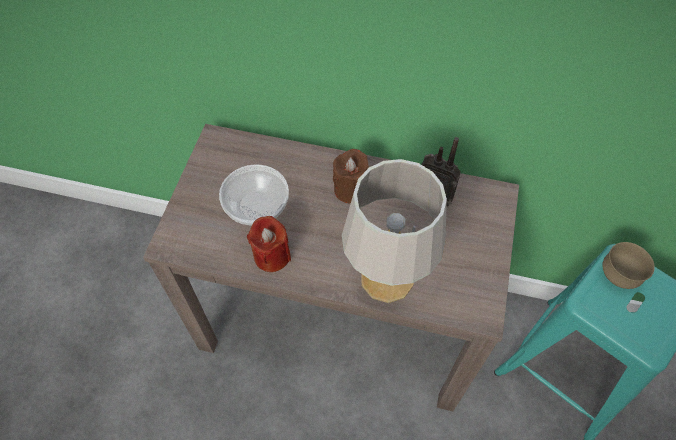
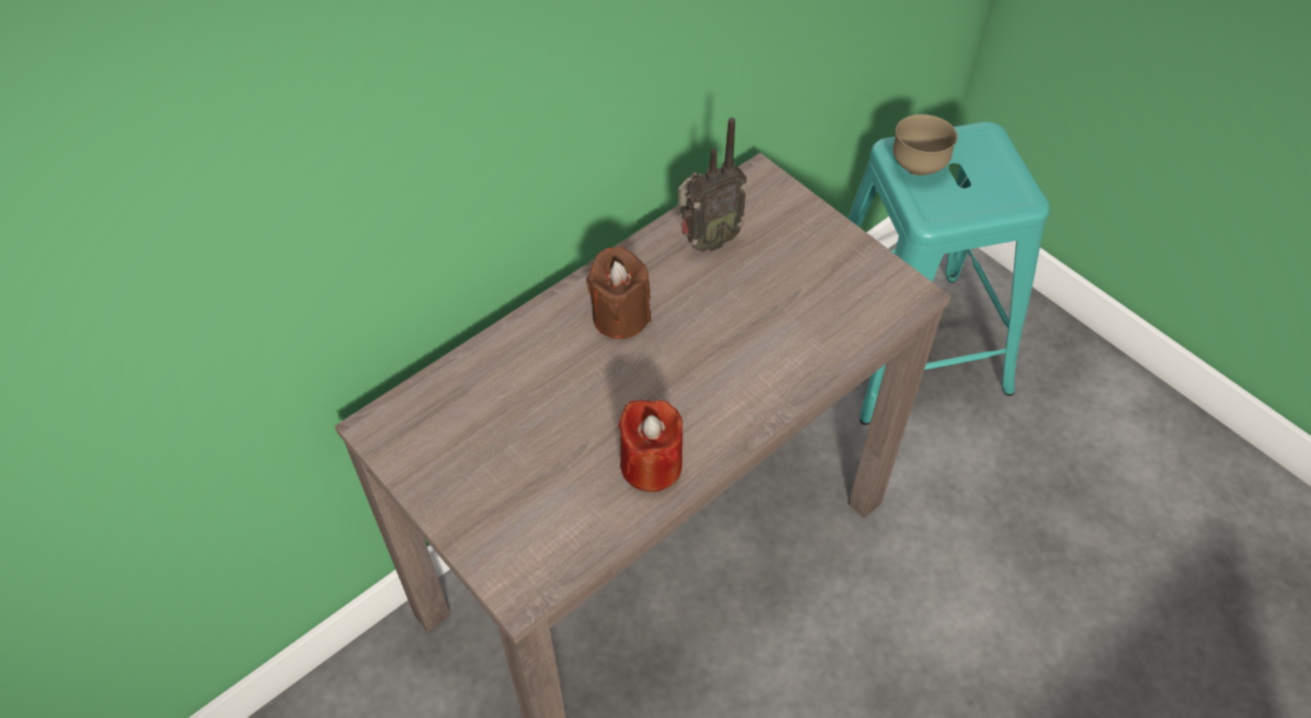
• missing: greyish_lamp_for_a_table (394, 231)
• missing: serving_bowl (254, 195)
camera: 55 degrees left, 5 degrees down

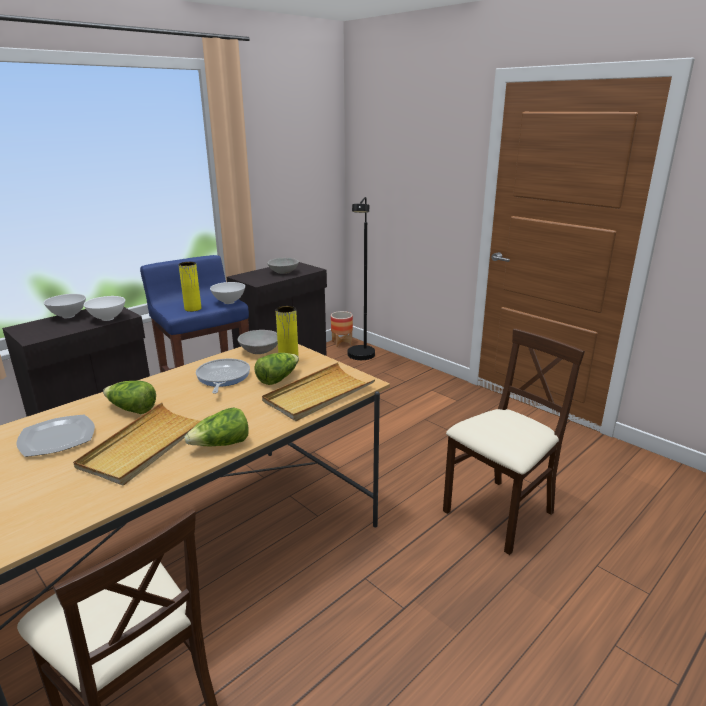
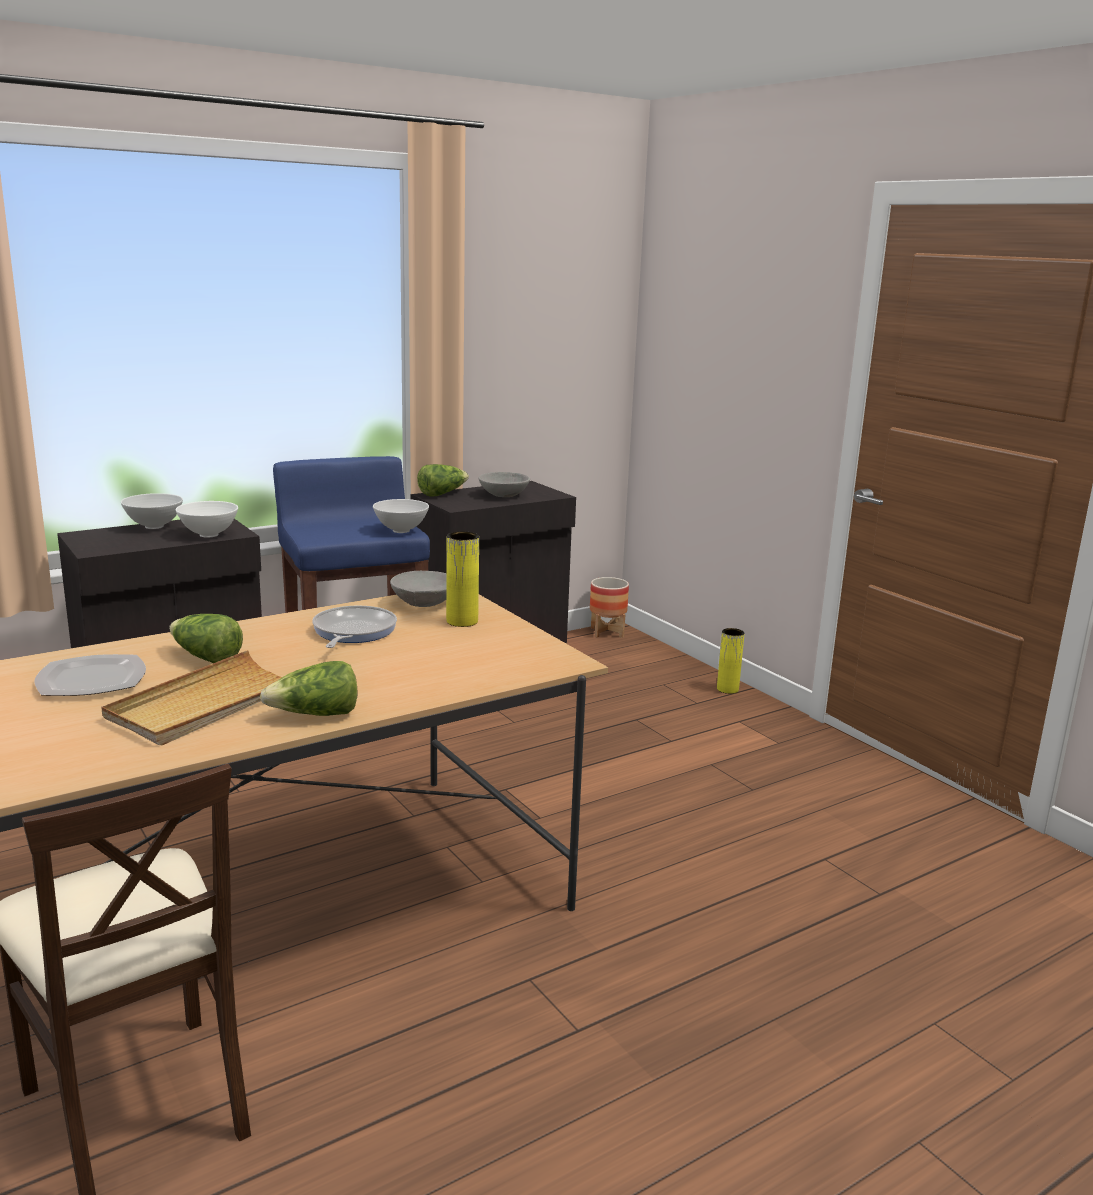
• missing: blackish_standard_lamp (361, 278)
• relocated: yellowish_decorative_vase (190, 287) to (731, 661)
• missing: beige-coloured_chair (514, 441)
• relocated: head_of_lettuce (276, 369) to (443, 480)
• missing: beige-coloured_serving_tray (319, 391)
camera: 10 degrees right, 5 degrees down

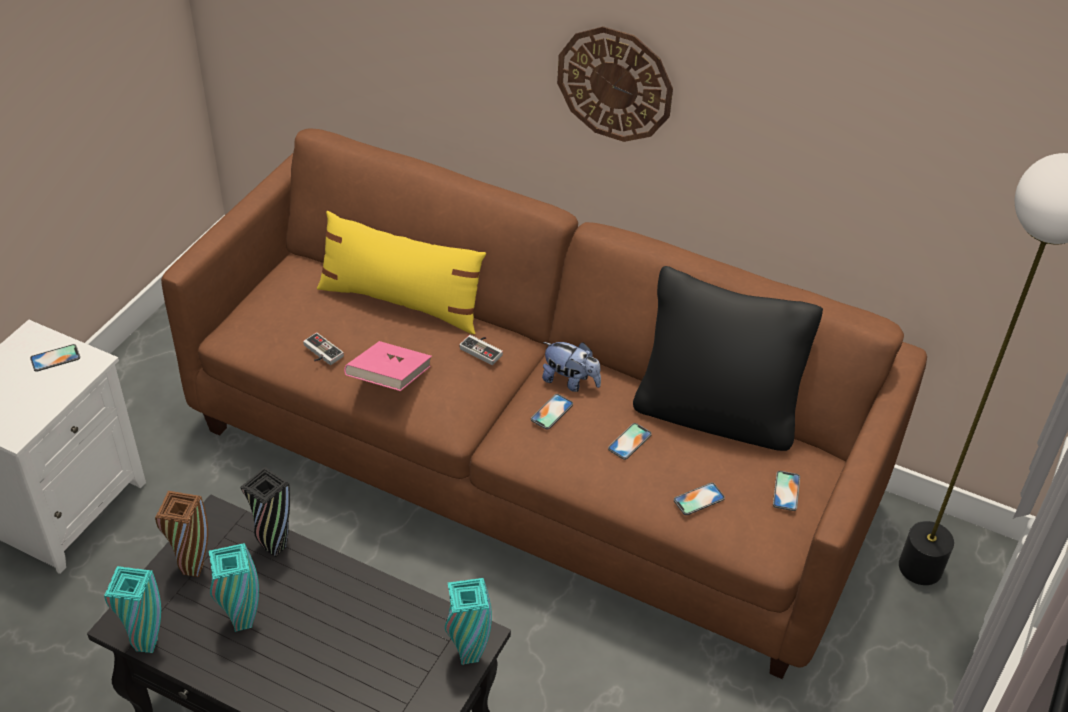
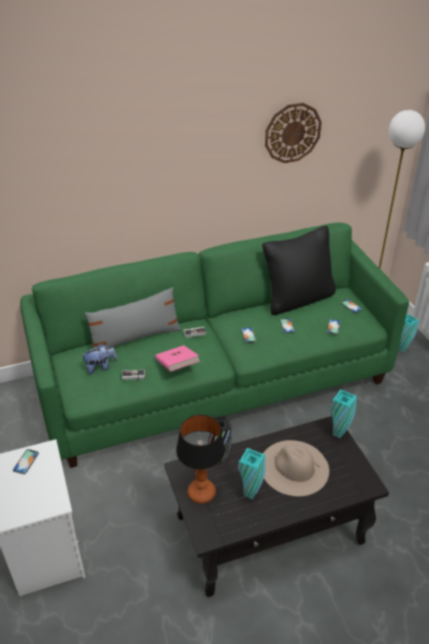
• relocated: clock_on_the_wall (615, 84) to (293, 133)
• colour: brown_sofa (544, 403) to green-coloured_sofa (214, 345)
• colour: yellowish_throw_pillow (401, 272) to greyish_throw_pillow (133, 317)
• relocated: cuddly_toy (571, 367) to (99, 359)
• exchanged: brown_decorative_vase (181, 534) to lamp_for_a_table (200, 459)
• relocated: turquoise-coloured_decorative_vase (132, 609) to (408, 333)
• appeared: beige-coloured_clothing_hat (296, 468)
camera: 45 degrees left, 5 degrees down

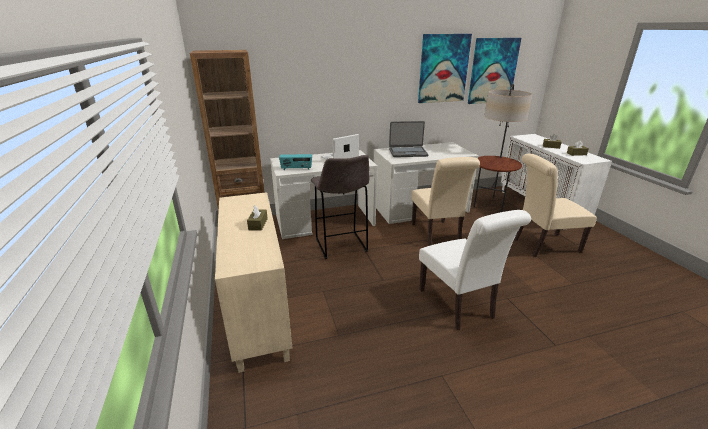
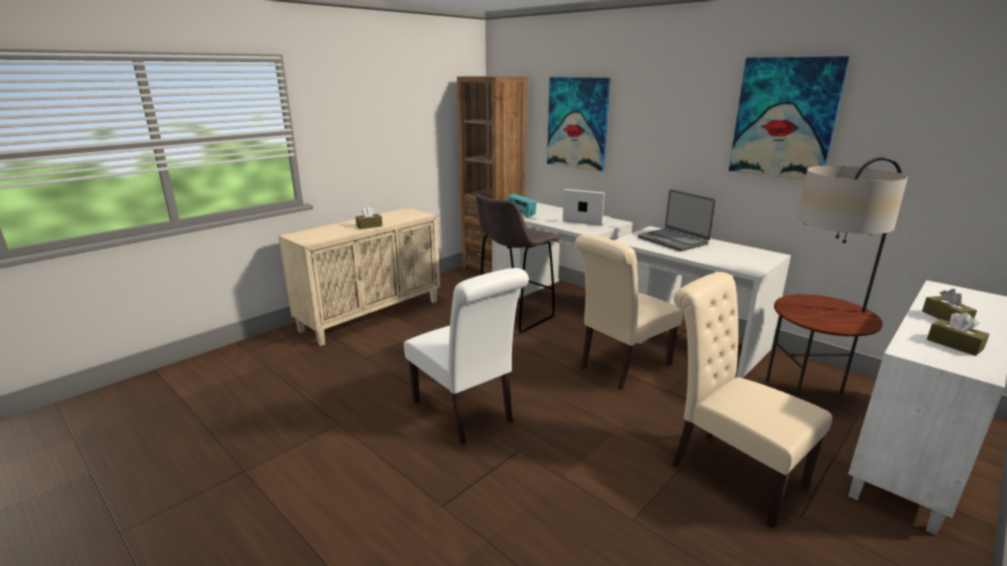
• relocated: wall_art (494, 71) to (578, 124)
• spun: white_chair (475, 270) = (466, 356) 75 degrees counterclockwise
camera: 60 degrees right, 5 degrees down

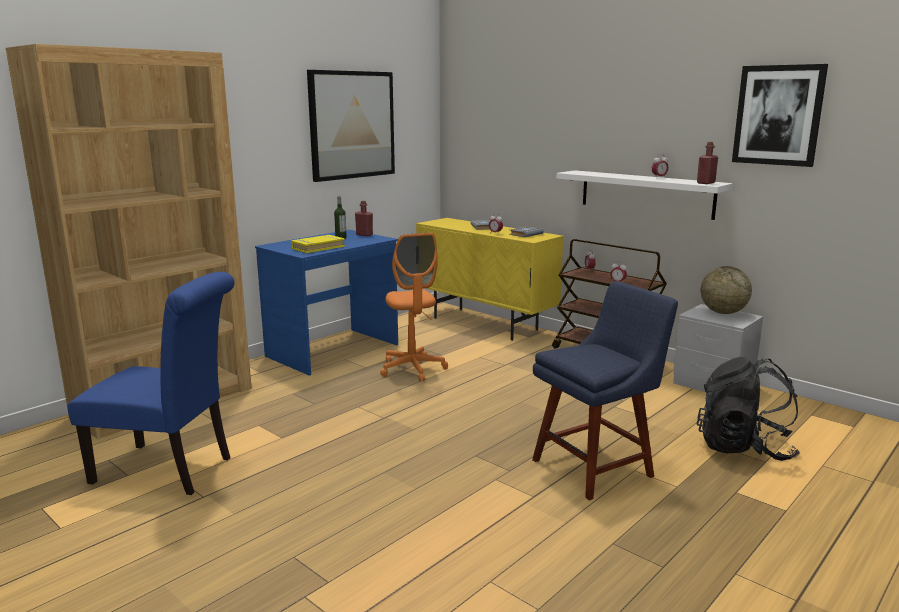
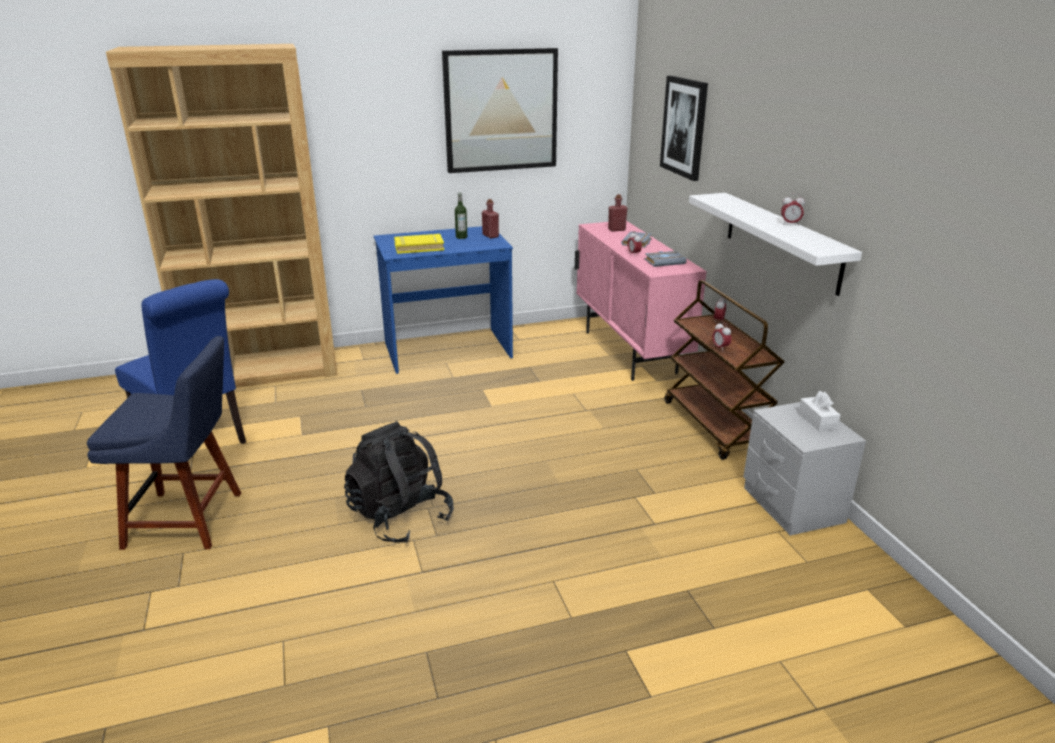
• relocated: wall_art (780, 115) to (684, 128)
• relocated: reddish_bottle (707, 163) to (617, 213)
• colour: yellowish_storage_cabinet (490, 279) to pinkish_storage_cabinet (641, 301)
• missing: orange_desk_chair (414, 307)
• exchanged: globe (726, 290) to white_box_of_tissues (819, 411)
• relocated: blue_chair (605, 390) to (164, 443)
• relocated: blackish_backpack (748, 409) to (399, 482)
camera: 30 degrees right, 10 degrees up

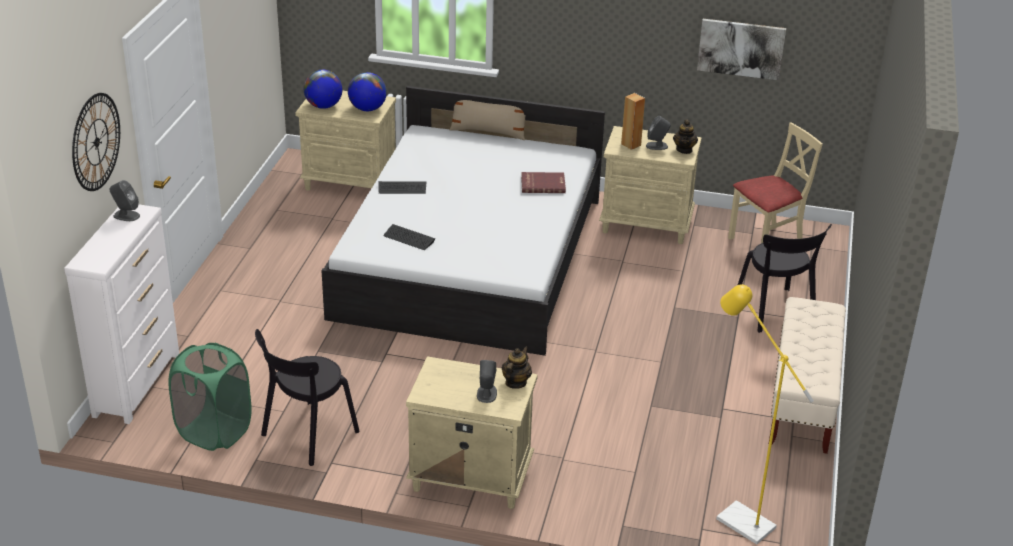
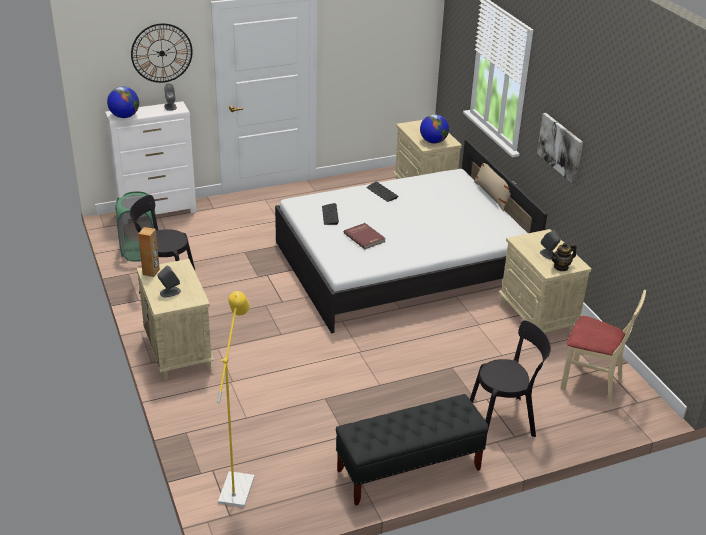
• relocated: wall_art (741, 49) to (560, 148)
• relocated: globe (323, 89) to (123, 102)
• relocated: brown_loudspeaker (633, 121) to (149, 252)
• relocated: reddish_book (543, 182) to (364, 236)
• spun: blackish_chair (785, 278) = (510, 378) 135 degrees counterclockwise
• colour: beige-coloured_bench (807, 375) to blackish_bench (412, 450)
• missing: tea_pot (517, 367)
camera: 55 degrees right, 0 degrees up

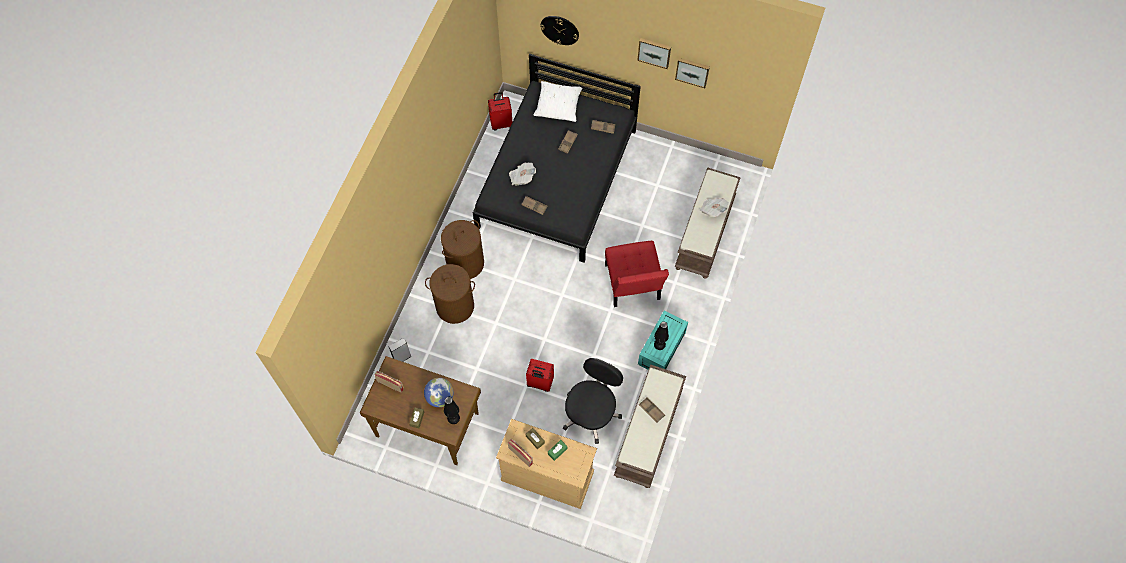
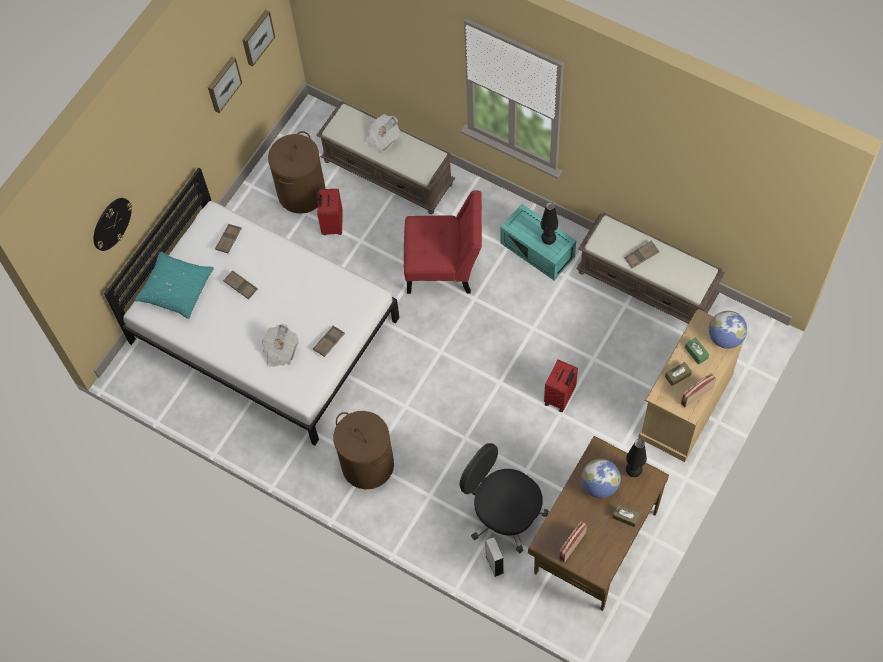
• relocated: wall_art (654, 53) to (258, 38)
• colour: blackish_bedroom_bed (557, 158) to white_bedroom_bed (251, 306)
• colour: white_throw_pillow (557, 101) to turquoise-coloured_throw_pillow (174, 285)
• relocated: reddish_piece_of_luggage (500, 111) to (330, 212)
• relocated: brown_laundry_basket (450, 294) to (297, 172)
• relocated: blackish_desk_chair (593, 401) to (504, 498)
• appeared: globe (728, 330)
camera: 75 degrees left, 0 degrees up

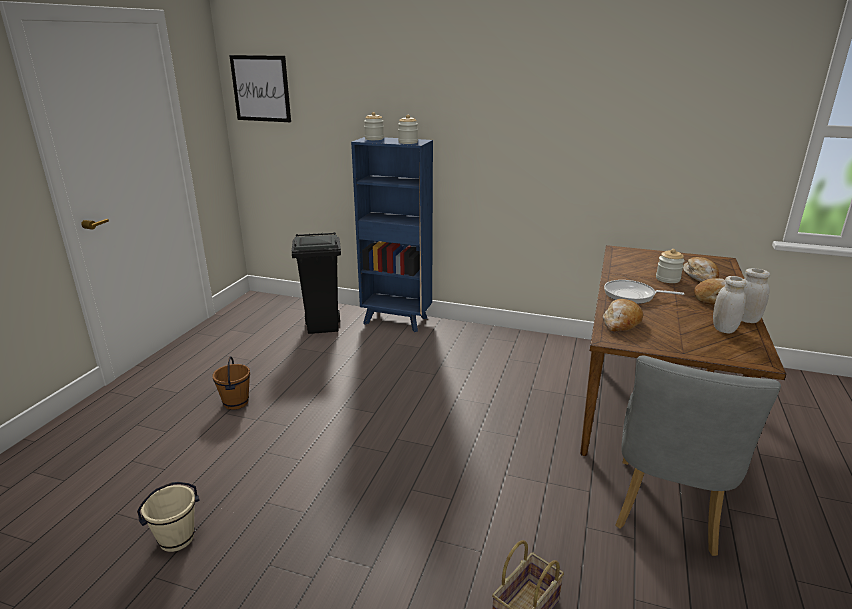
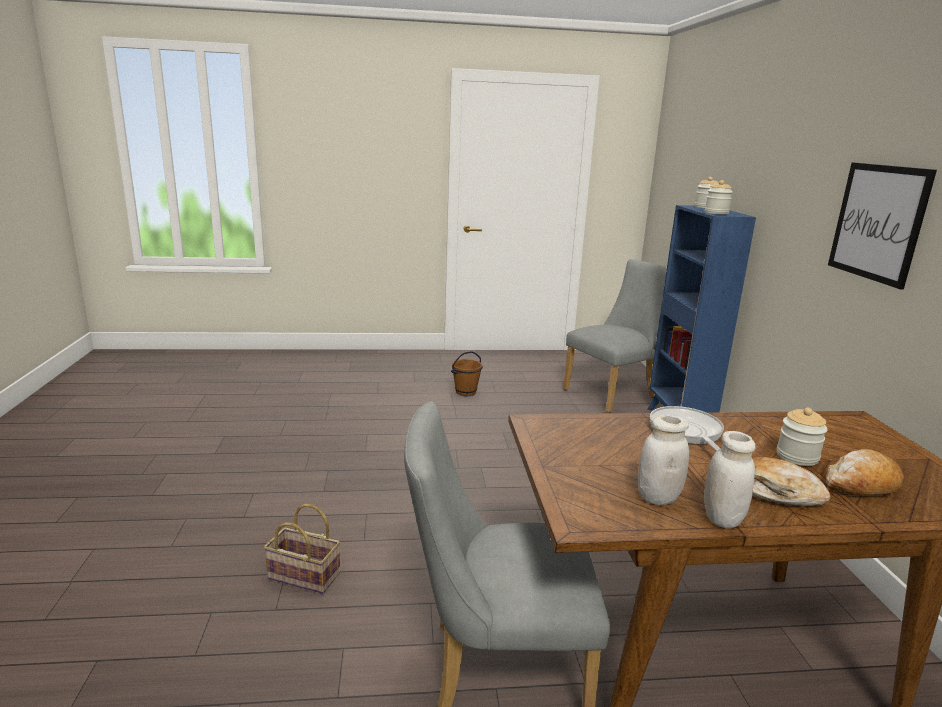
• relocated: wall_art (260, 88) to (882, 226)
• exchanged: blackish_rubbish_bin (316, 283) to greyish_chair (615, 336)
• missing: baked_bread (623, 315)
• missing: beige-coloured_bucket (168, 517)
camera: 65 degrees right, 5 degrees down

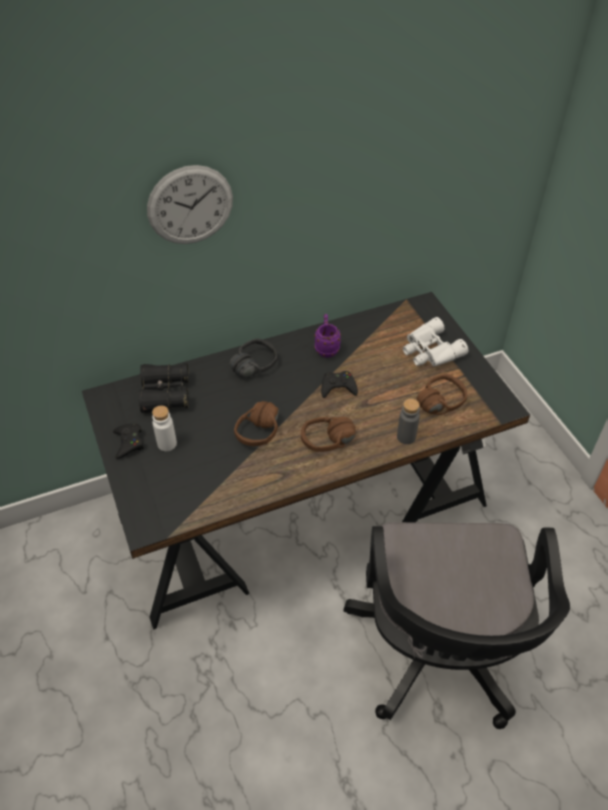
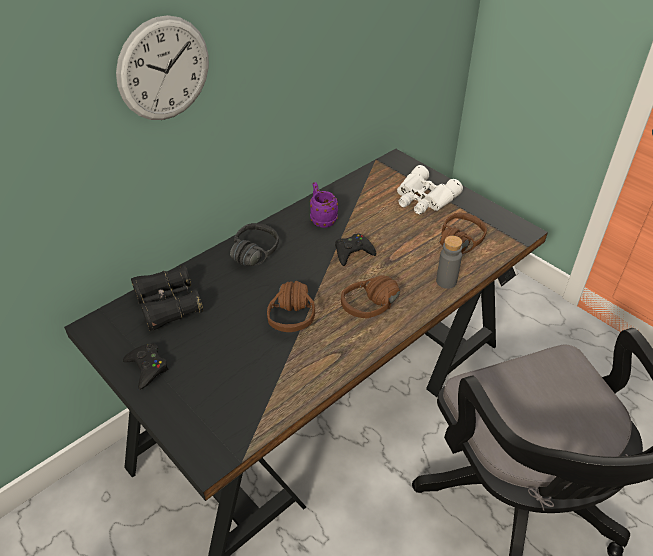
• missing: white_bottle (164, 428)
camera: 20 degrees left, 5 degrees down

